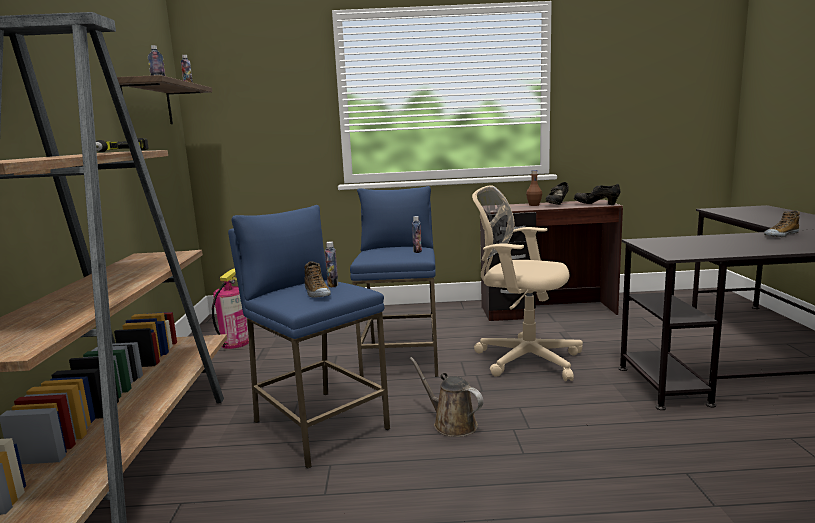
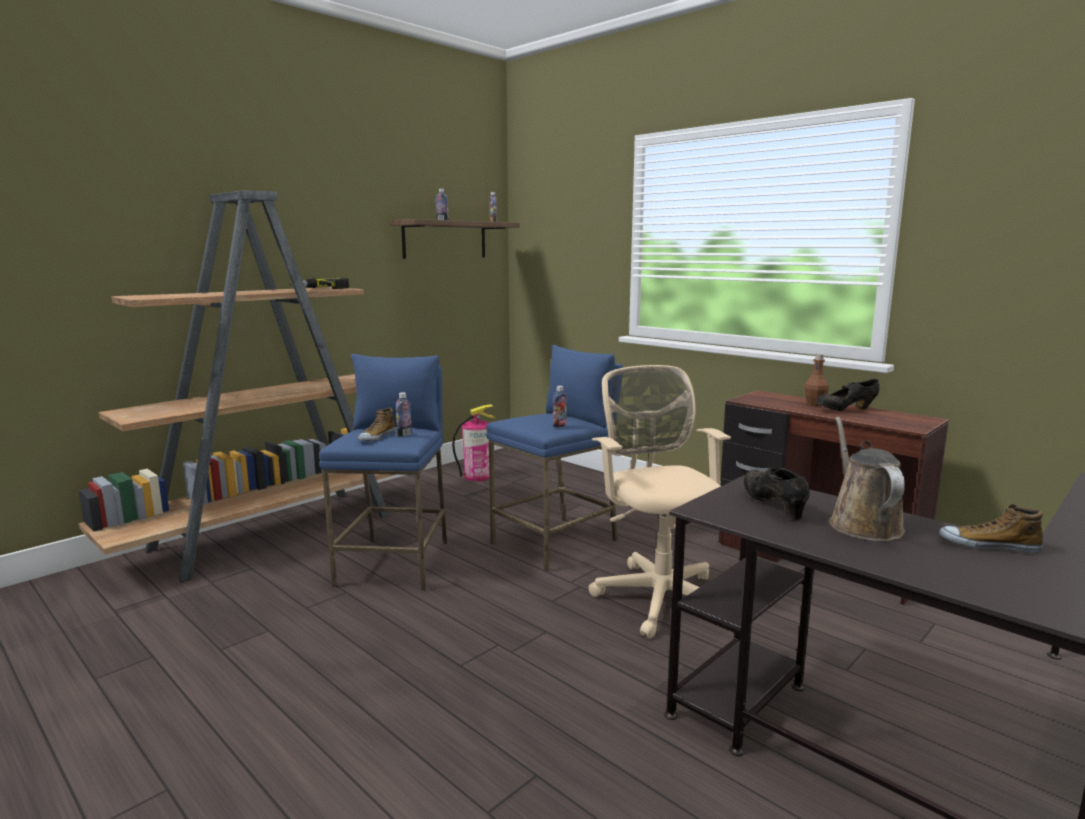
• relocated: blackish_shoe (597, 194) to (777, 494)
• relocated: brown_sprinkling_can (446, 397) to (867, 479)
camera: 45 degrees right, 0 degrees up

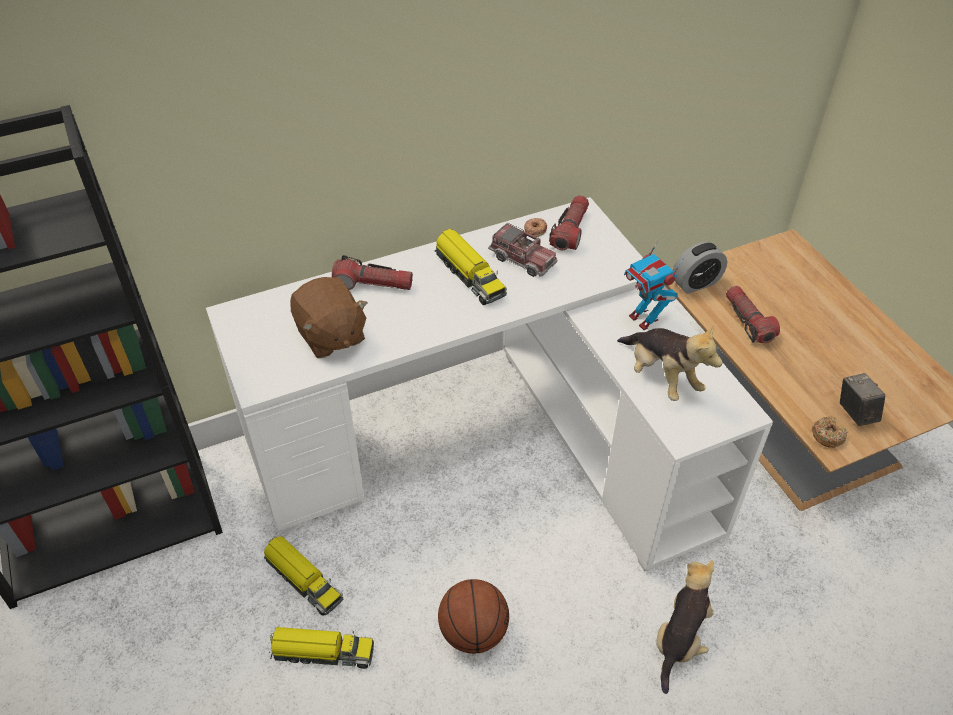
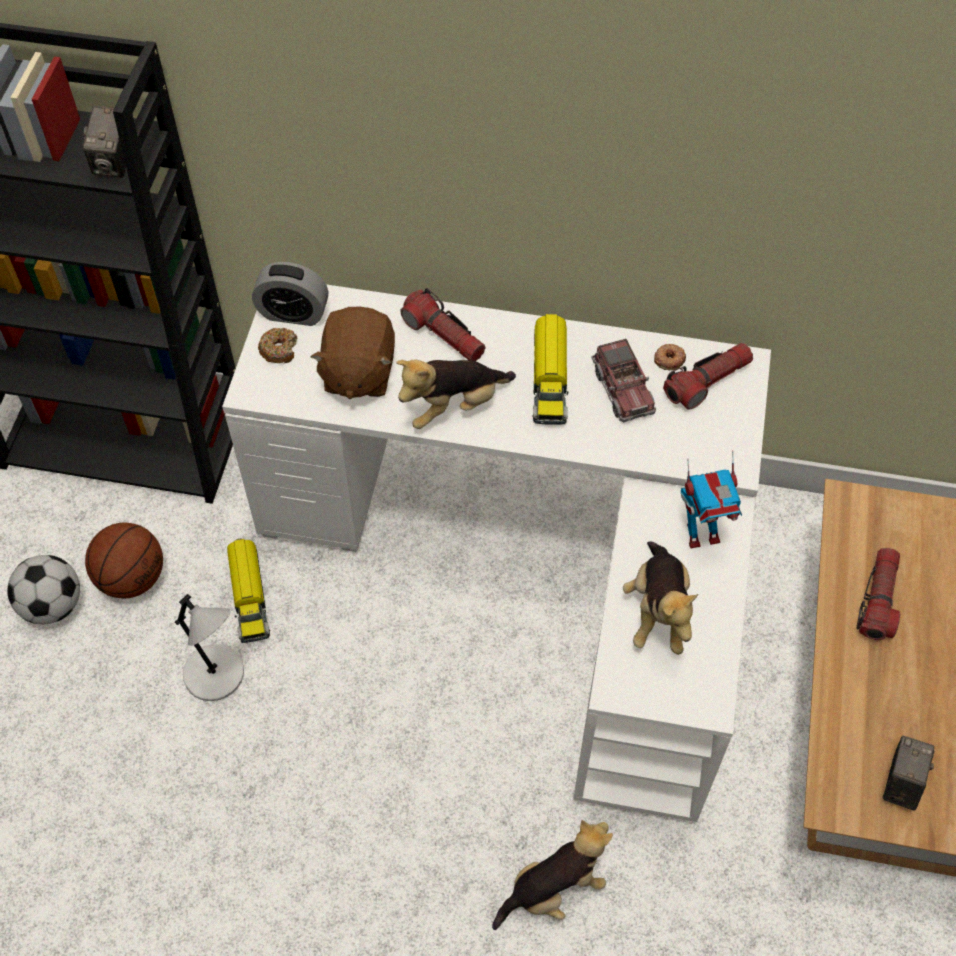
• spun: robot_figure (654, 284) = (711, 499) 105 degrees counterclockwise
• relocated: table_clock (700, 268) to (290, 294)
• relocated: donut (830, 432) to (277, 345)
• relocated: ball_for_basketball (473, 616) to (124, 560)
• exchanged: toy_truck (322, 648) to greyish_lamp_for_a_table (209, 647)
• appeared: photo_camera (104, 142)
• appeared: cuddly_toy (456, 394)
• appeared: football (43, 589)
camera: 35 degrees right, 10 degrees up

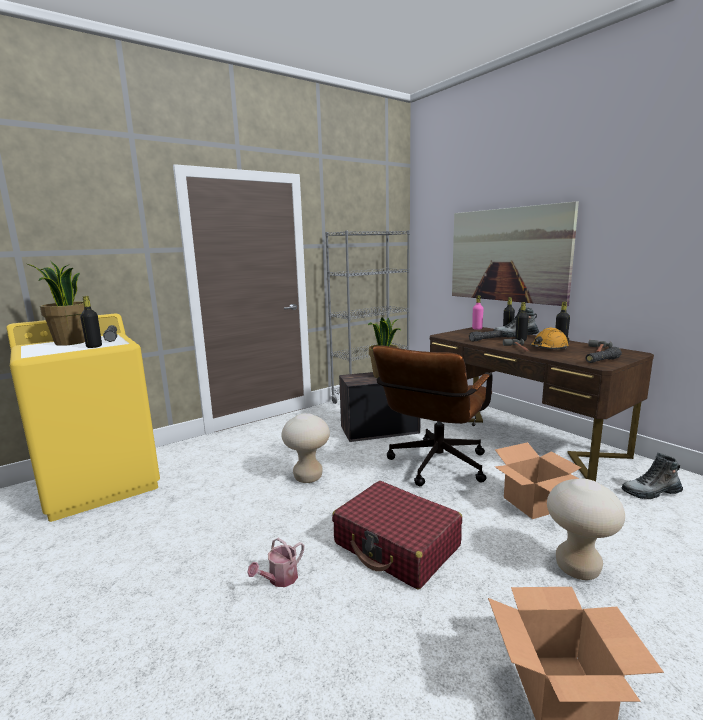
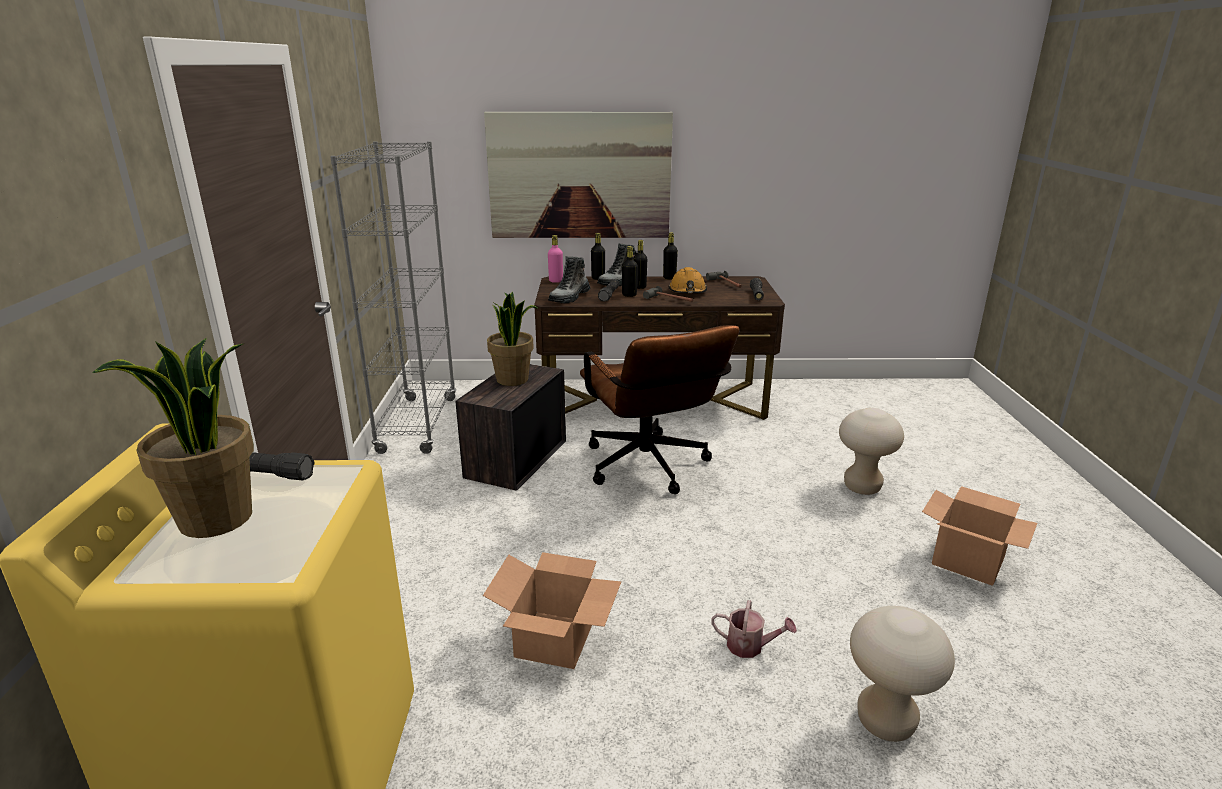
• relocated: blackish_bottle (91, 322) to (630, 271)
• relocated: beige-coloured_stool_seat (305, 448) to (902, 674)
• relocated: carton (538, 480) to (552, 610)
• relocated: boot (652, 476) to (569, 279)
• missing: reddish_piece_of_luggage (397, 535)
• spun: sprinkling_can (275, 562) = (754, 629) 60 degrees counterclockwise
camera: 55 degrees left, 10 degrees up

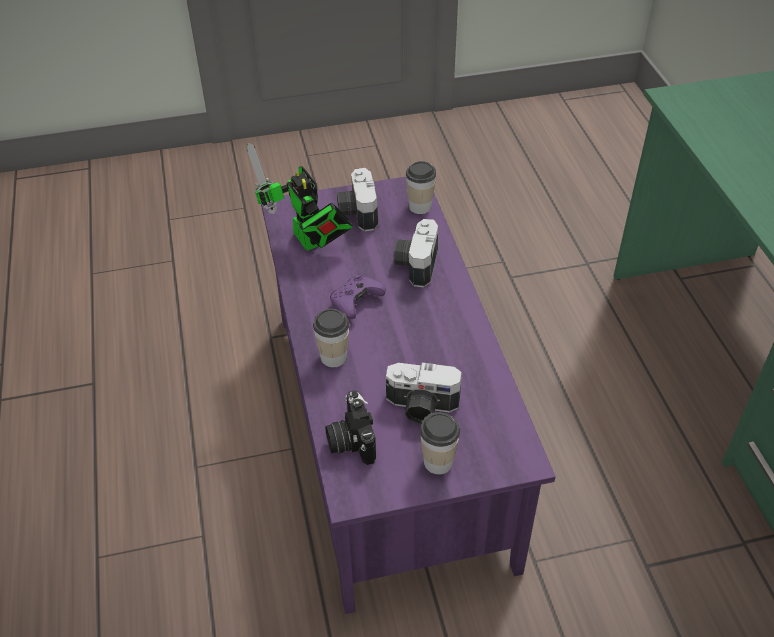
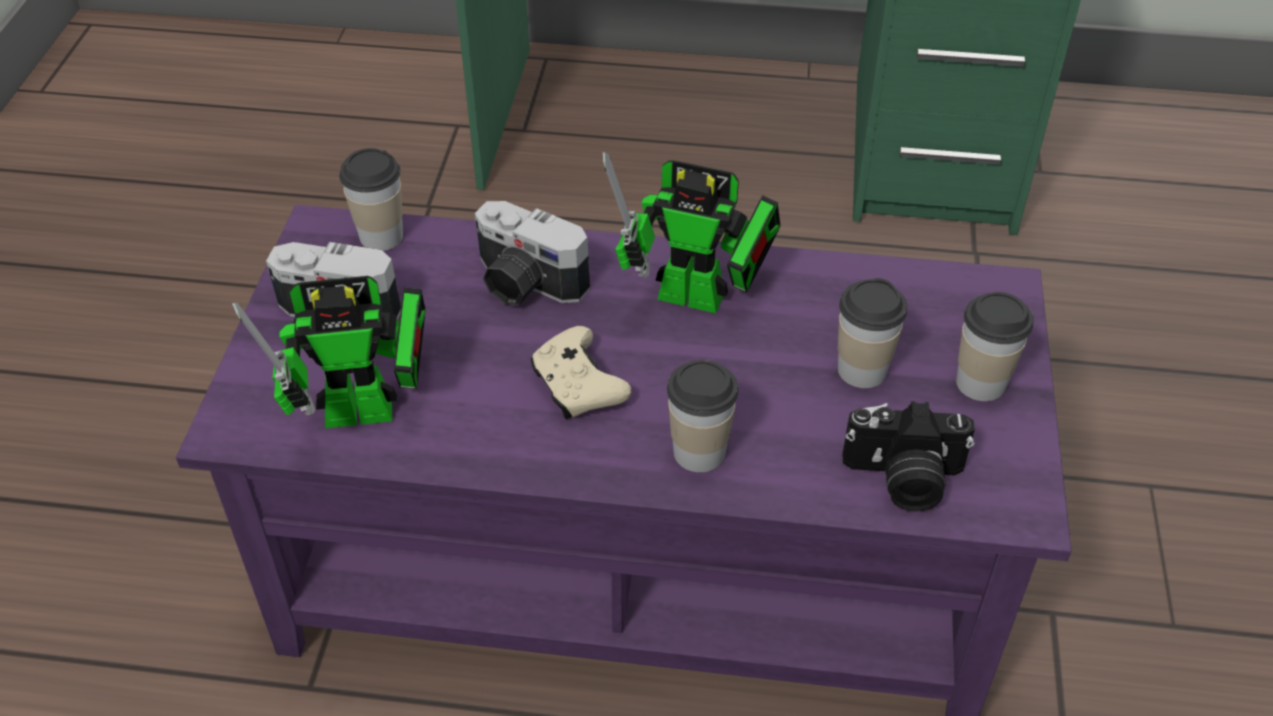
• colour: purplish_joypad (358, 296) to beige-coloured_joypad (581, 372)
• exchanged: photo_camera (424, 393) to drinking_cup (872, 333)
• appeared: robot_figure (692, 232)
camera: 70 degrees left, 0 degrees up

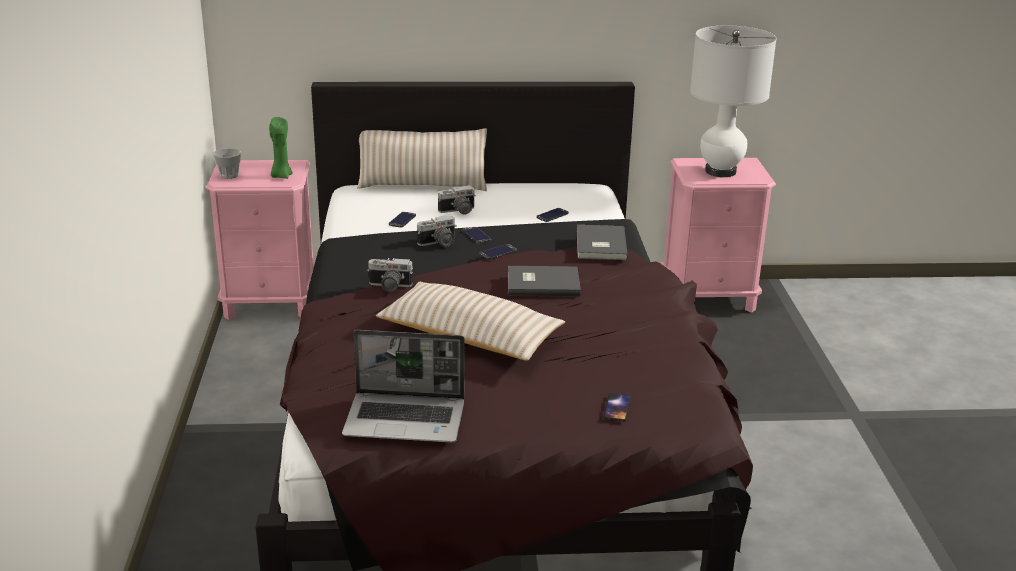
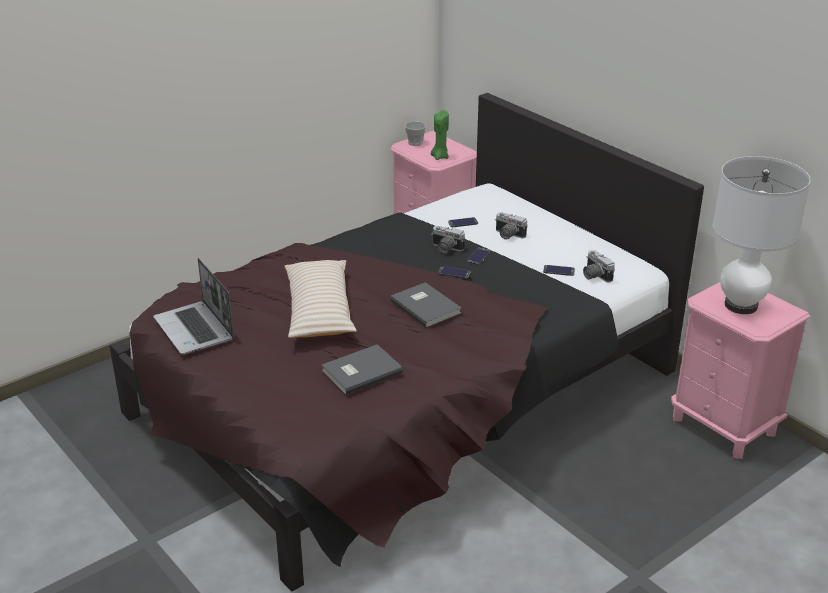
• missing: beige-coloured_throw_pillow (422, 159)
• relocated: greyish_book (602, 242) to (362, 370)
• relocated: photo_camera (390, 275) to (599, 266)
• missing: phone (617, 407)
camera: 55 degrees right, 5 degrees up

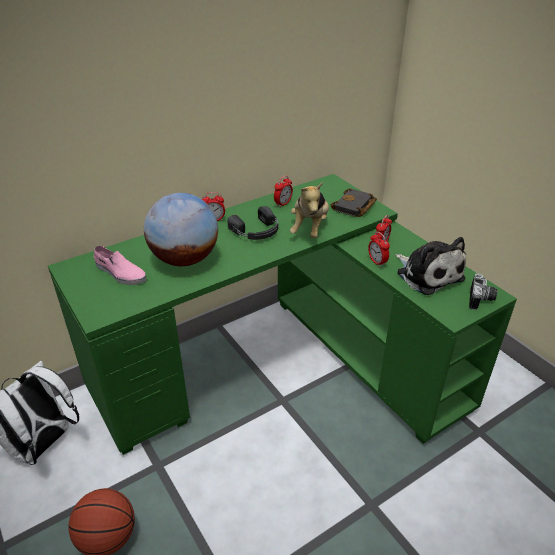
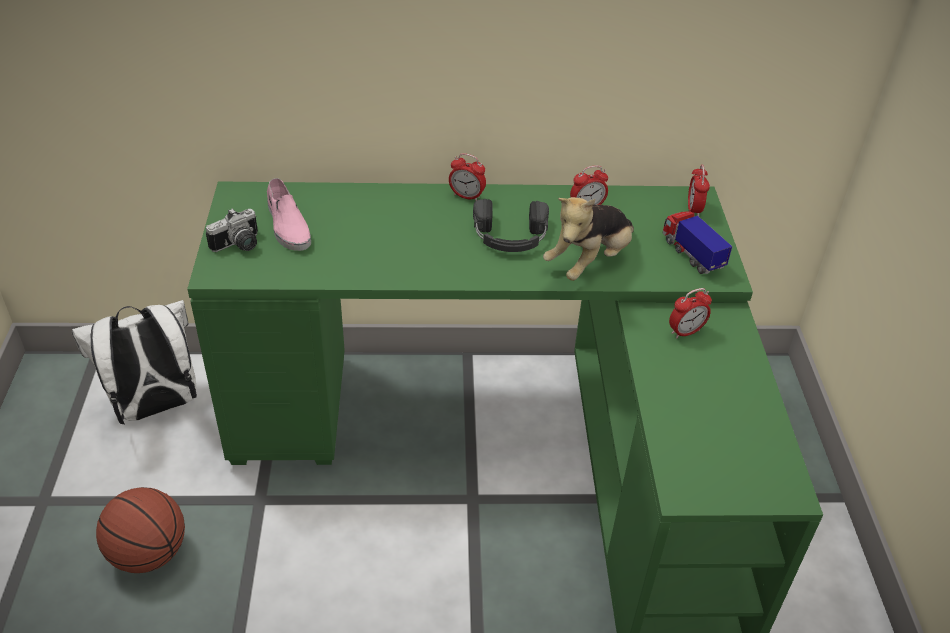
• exchanged: blackish_book (353, 202) to toy_truck (697, 243)
• missing: globe (181, 229)
• relocated: table_clock (379, 249) to (699, 190)
• missing: cuddly_toy (430, 266)
• relocated: photo_camera (483, 292) to (232, 230)
camera: 30 degrees right, 5 degrees up

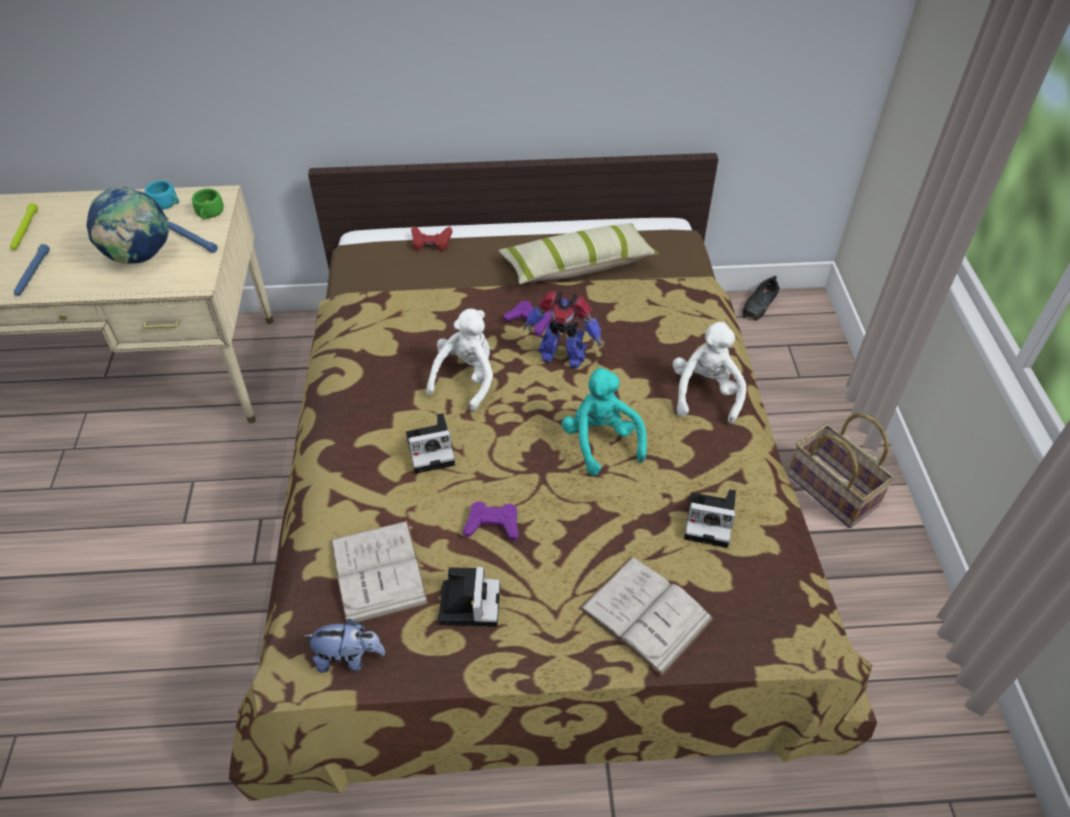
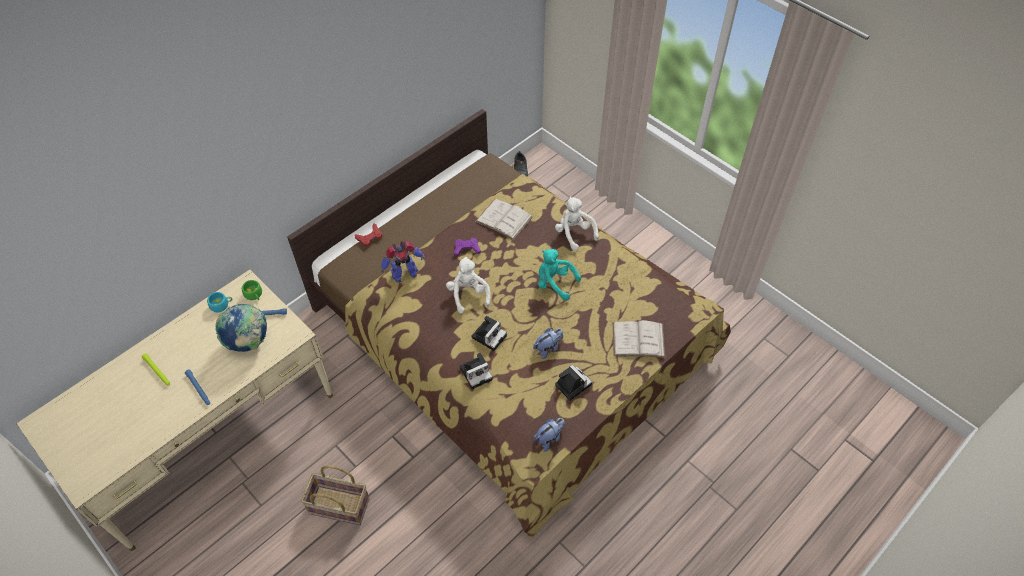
• missing: throw_pillow (579, 253)
• relocated: robot_figure (562, 330) to (403, 262)
• relocated: household_basket (841, 470) to (335, 495)
• relocated: photo_camera (710, 518) to (476, 371)
• exchanged: purplish_joypad (491, 521) to cuddly_toy (548, 343)
• relocated: white_book (380, 572) to (504, 219)
camera: 40 degrees left, 5 degrees up

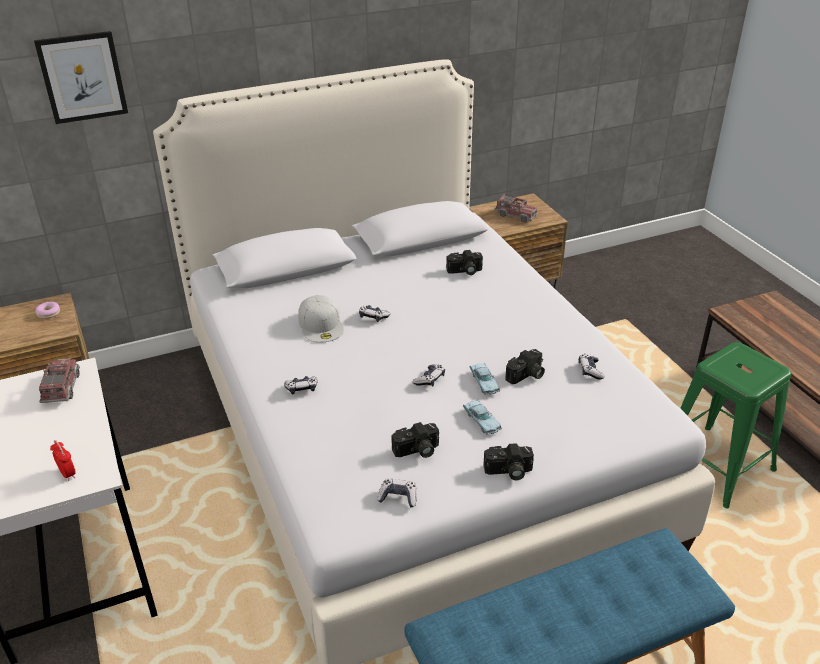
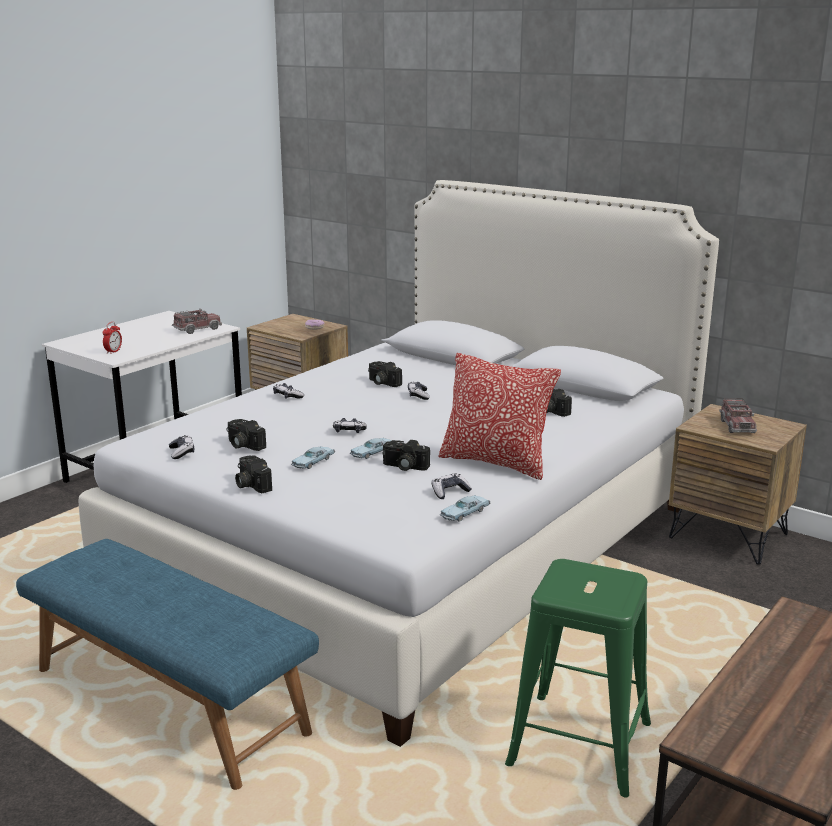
• missing: wall_art (81, 77)
• exchanged: white_peaked_cap (321, 319) to photo_camera (385, 374)
• appeared: throw_pillow (499, 416)
• appeared: blue_toy_car (465, 508)
camera: 60 degrees right, 15 degrees down

